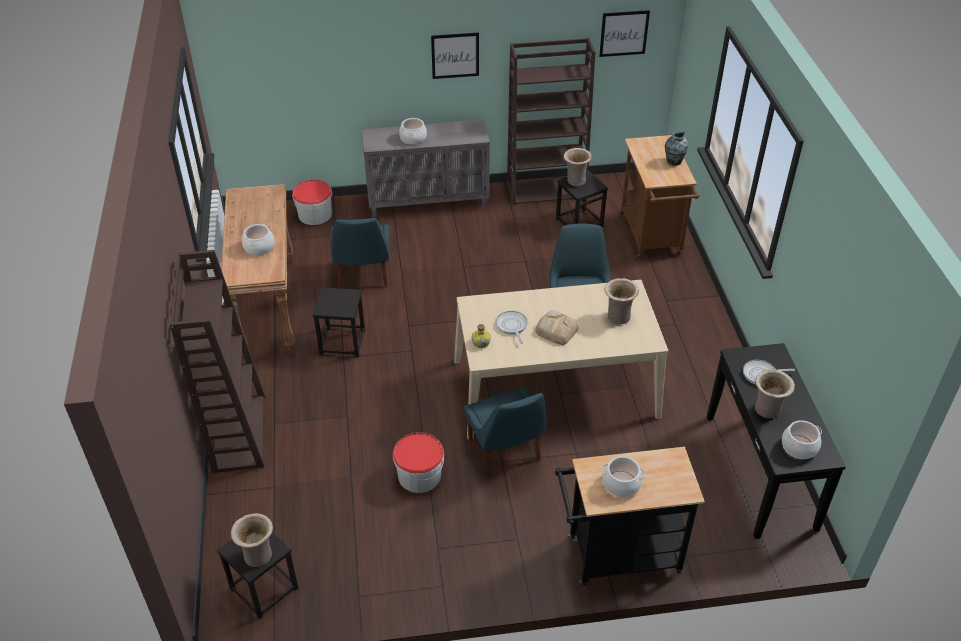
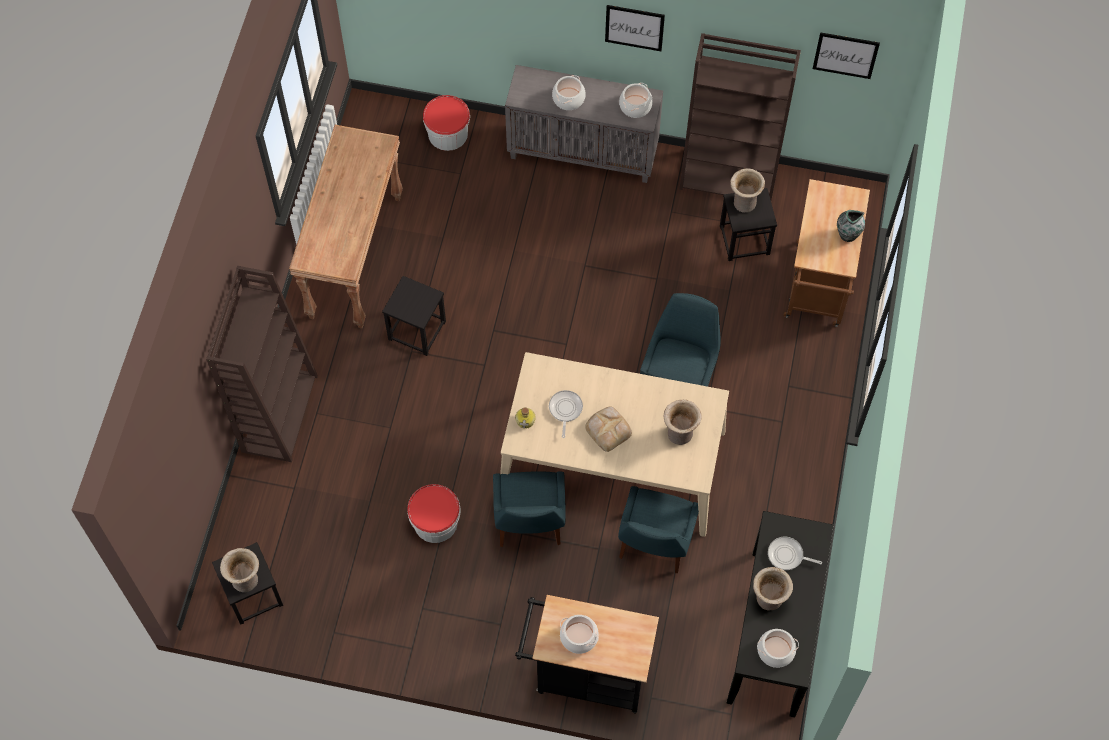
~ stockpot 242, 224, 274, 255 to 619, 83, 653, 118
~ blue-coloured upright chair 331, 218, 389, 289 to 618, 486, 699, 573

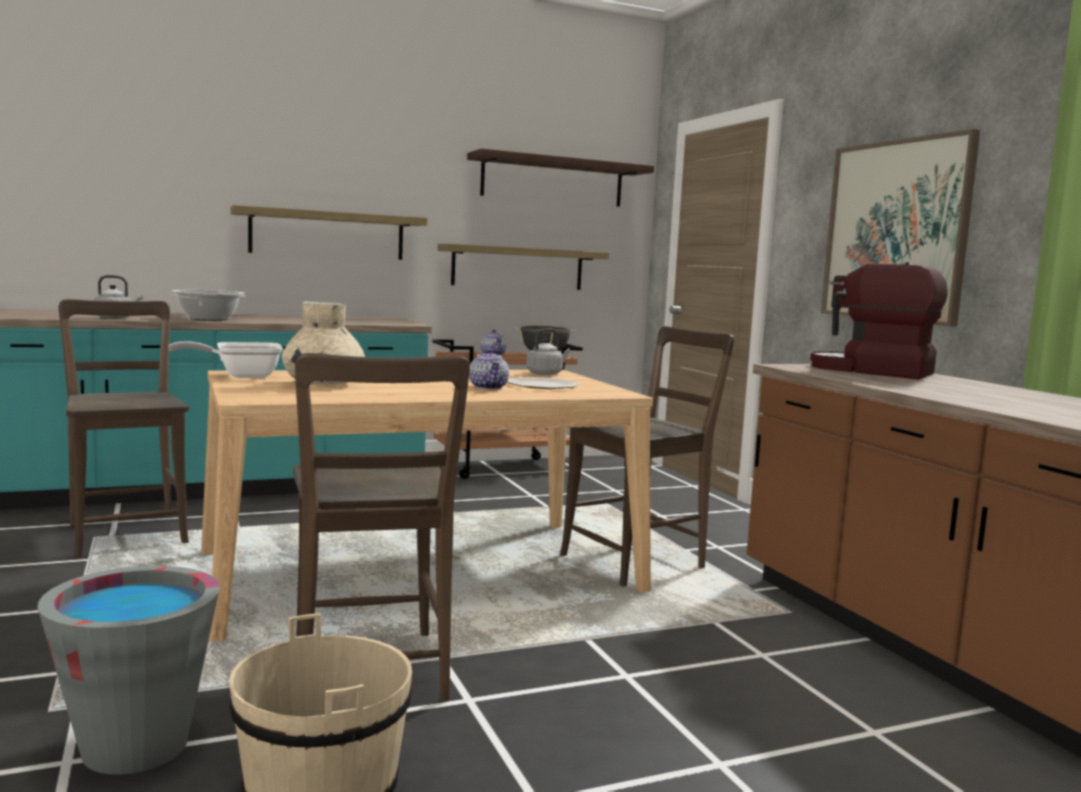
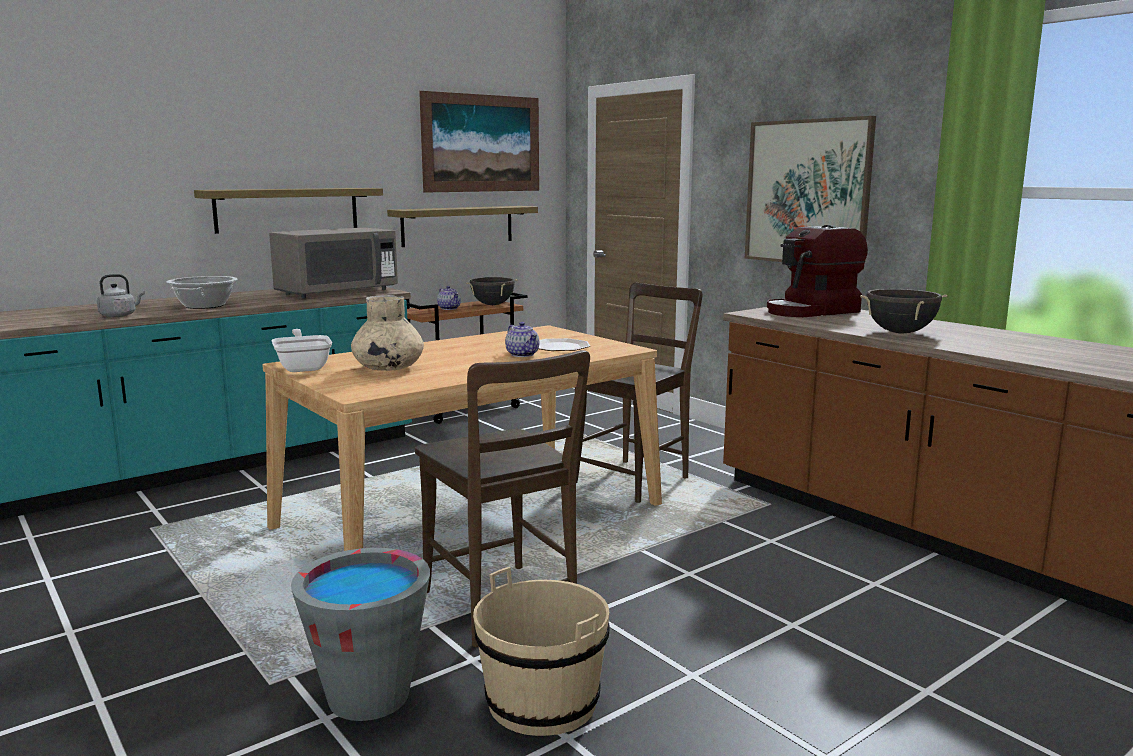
- brownish upright chair 59, 299, 189, 557
~ frying pan 168, 341, 283, 378 = 271, 329, 332, 372 105 degrees clockwise
~ shelf 467, 149, 654, 207 to picture 419, 91, 539, 193
- gray water kettle 526, 329, 570, 375
~ coffee maker 810, 262, 948, 379 = 767, 225, 868, 317 45 degrees counterclockwise
+ gray kitchen microwave 269, 228, 398, 298
+ black-coloured stockpot 860, 289, 947, 333

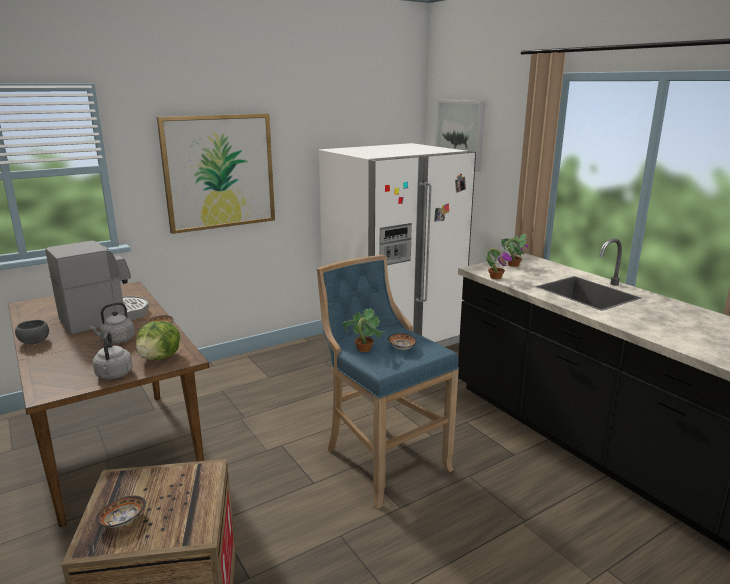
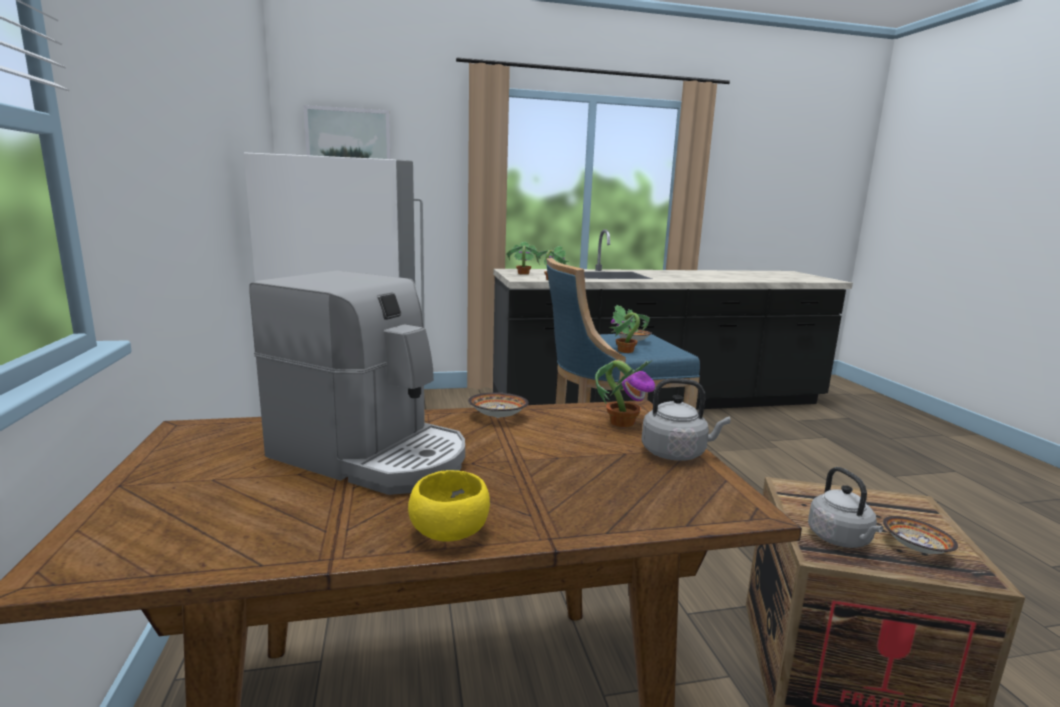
~ gray bowl 15, 320, 49, 344 to yellow bowl 408, 470, 490, 542
~ coffee maker 45, 240, 149, 334 = 249, 271, 465, 495 135 degrees clockwise
~ gray water kettle 88, 302, 135, 344 to 808, 467, 884, 548
~ lettuce head 136, 321, 180, 360 to houseplant 595, 360, 655, 427
- picture 157, 114, 275, 234

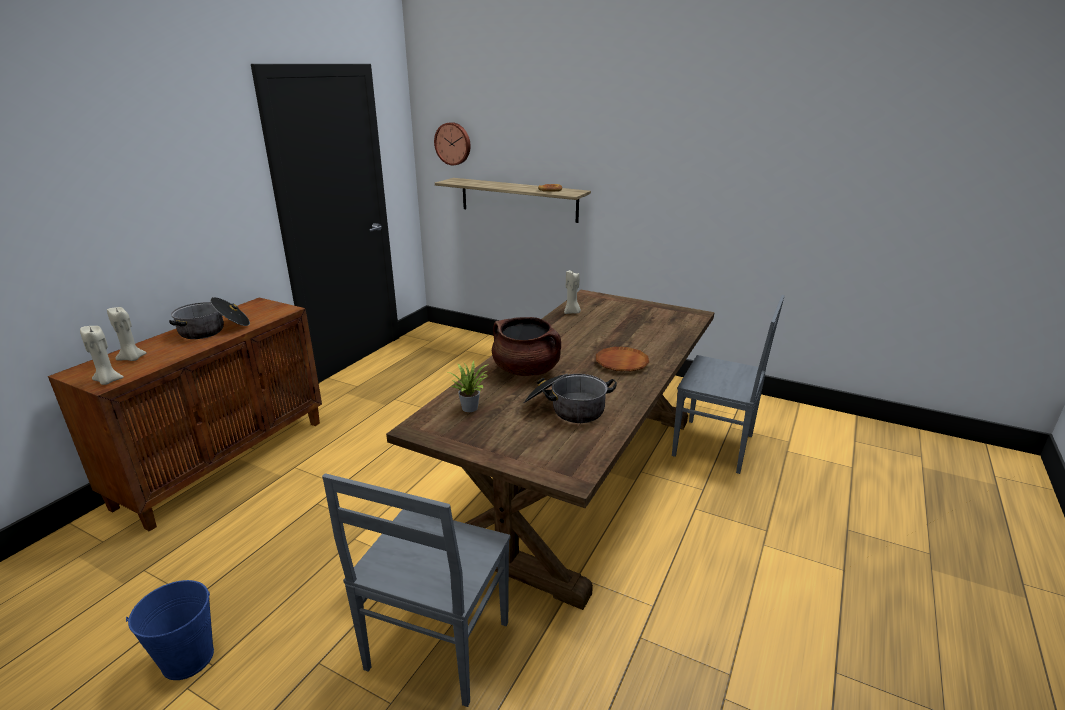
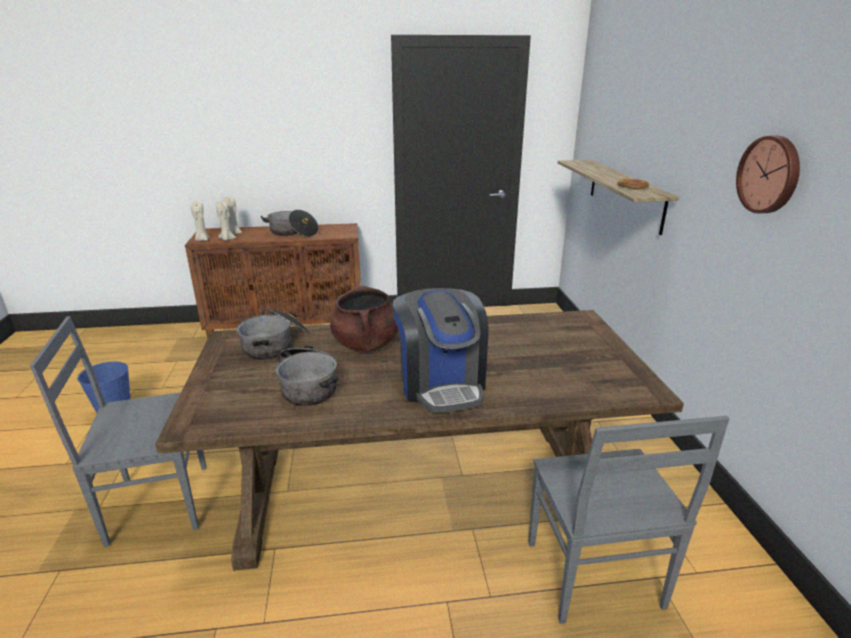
~ wall clock 434, 122, 471, 165 to 736, 136, 800, 213
~ houseplant 448, 360, 489, 412 to stockpot 236, 308, 310, 360
~ beige wax light 564, 270, 581, 314 to 216, 202, 236, 241
~ brownish plate 596, 347, 649, 372 to coffee maker 393, 288, 488, 413

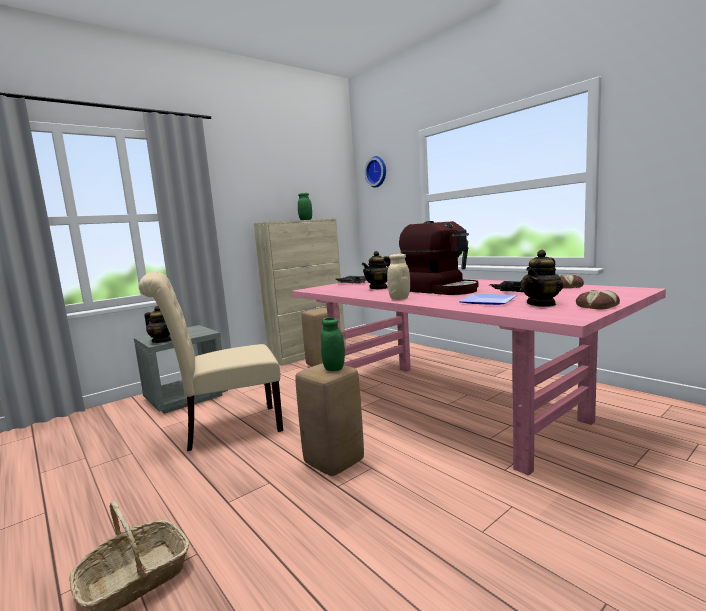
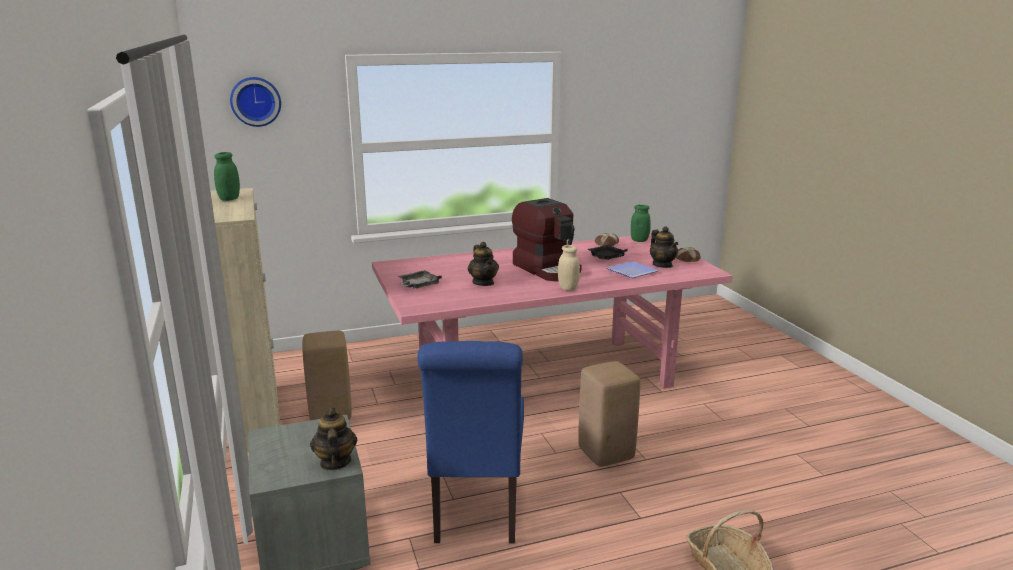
~ beige upright chair 139, 272, 283, 451 to blue-coloured upright chair 417, 341, 524, 543
~ teapot 144, 306, 171, 343 = 310, 408, 357, 470 60 degrees counterclockwise
~ green-coloured storage jar 321, 317, 345, 371 to 631, 205, 651, 242
~ coffee maker 399, 221, 478, 295 = 512, 198, 582, 281 75 degrees clockwise

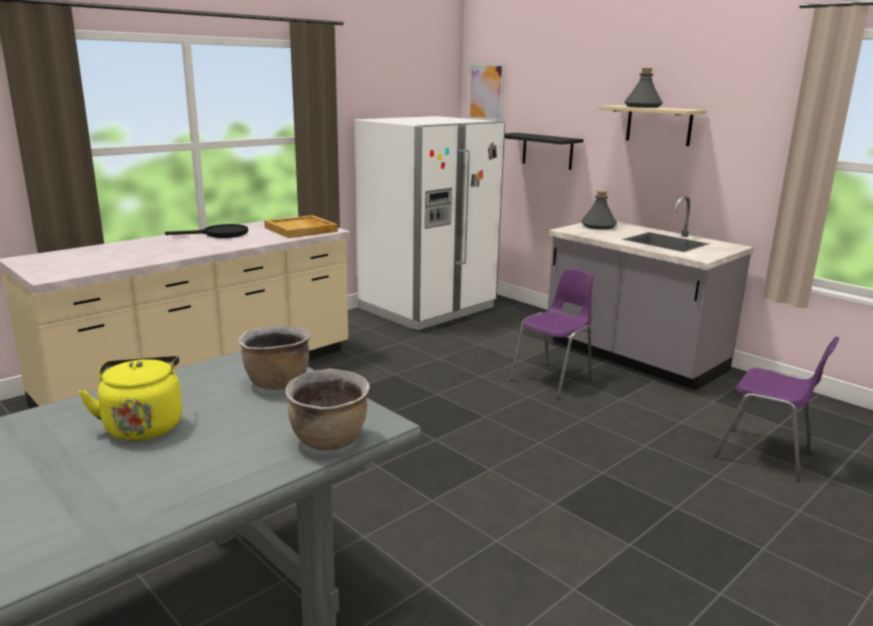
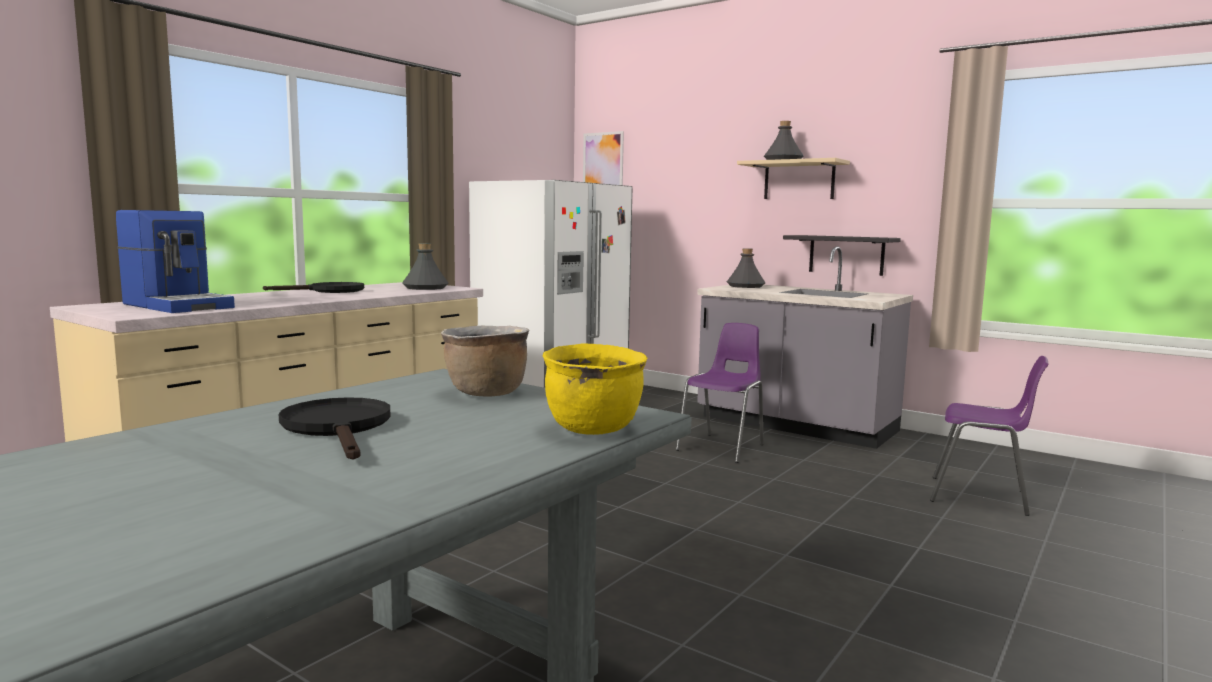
~ yellow water kettle 79, 356, 182, 441 to black-coloured frying pan 279, 397, 390, 460
~ beige serving tray 264, 215, 338, 238 to gray drink bottle 402, 243, 448, 290
~ brownish stockpot 285, 369, 370, 451 to yellow stockpot 543, 343, 647, 435
~ black-coloured shelf 505, 133, 584, 170 to 783, 235, 901, 276
+ coffee maker 116, 210, 235, 313

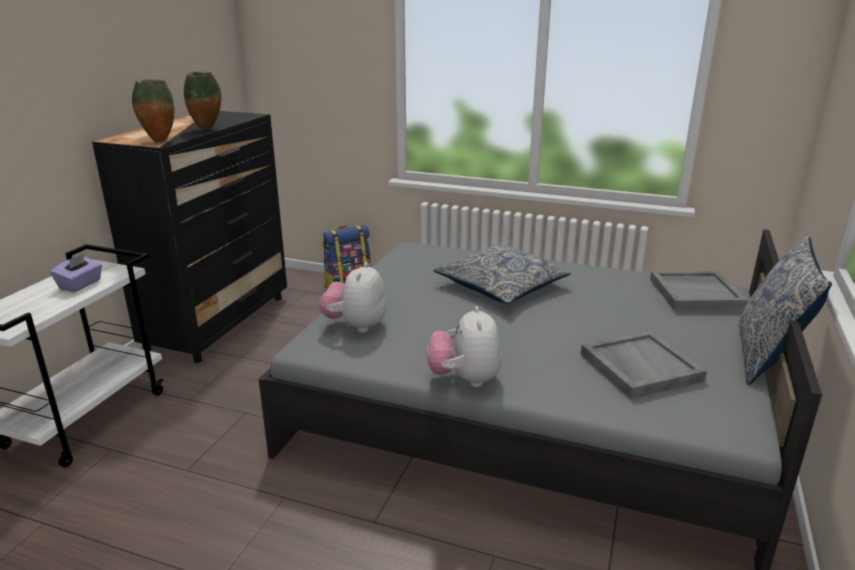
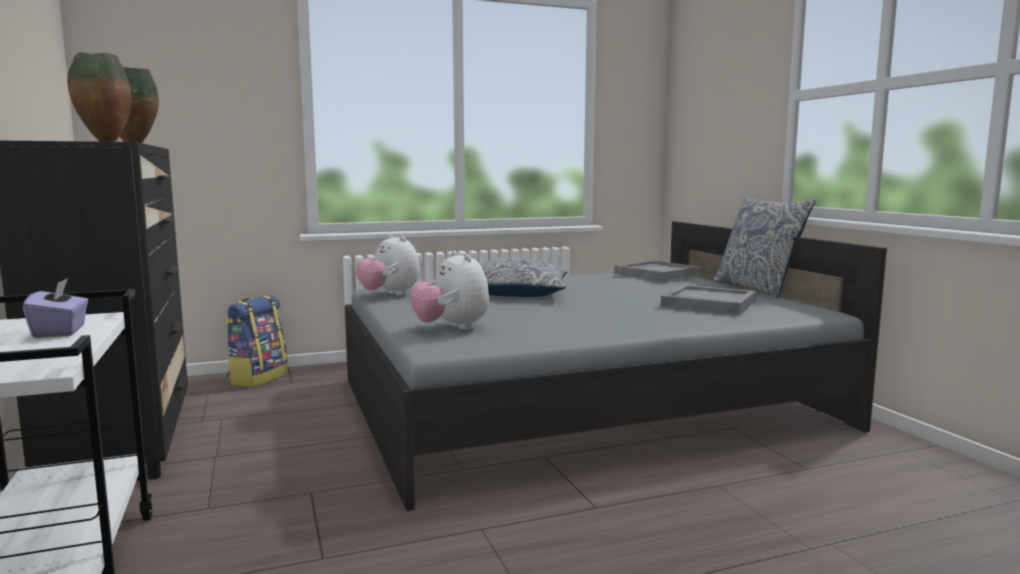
~ plush toy 427, 306, 502, 387 to 357, 234, 420, 296

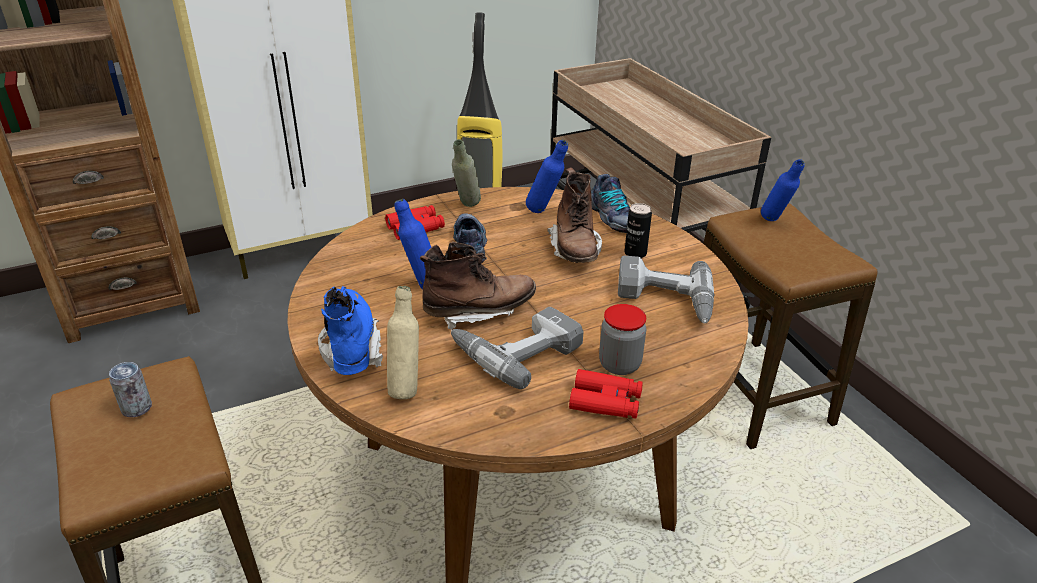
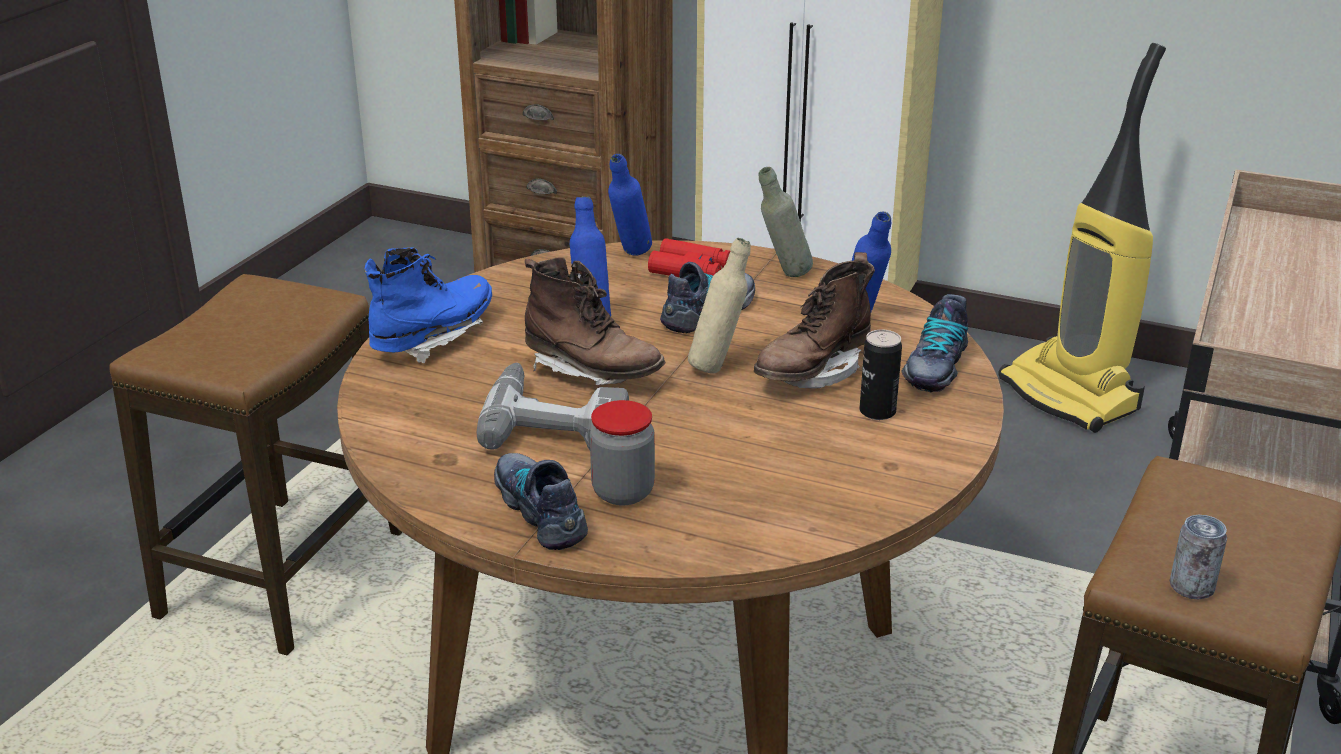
~ sealed can 109, 362, 152, 417 to 1170, 515, 1227, 599
~ beige drink bottle 387, 286, 419, 399 to 688, 238, 751, 373
~ reddish field glasses 569, 369, 643, 419 to shoe 494, 453, 588, 550
- power drill 618, 255, 714, 323
~ blue-coloured drink bottle 761, 159, 805, 221 to 608, 154, 652, 256

